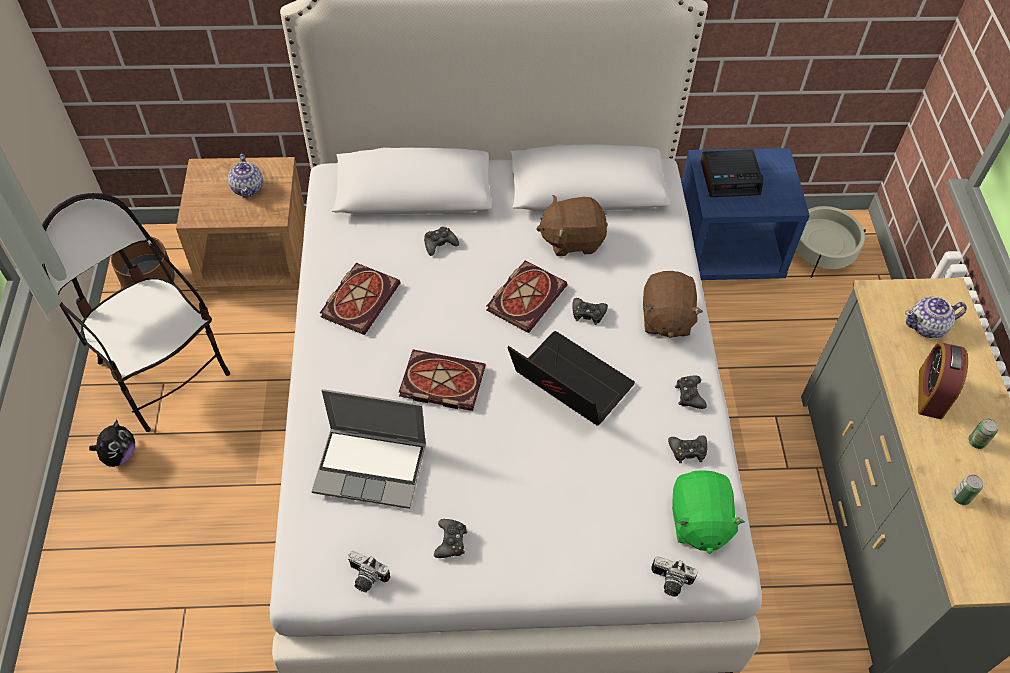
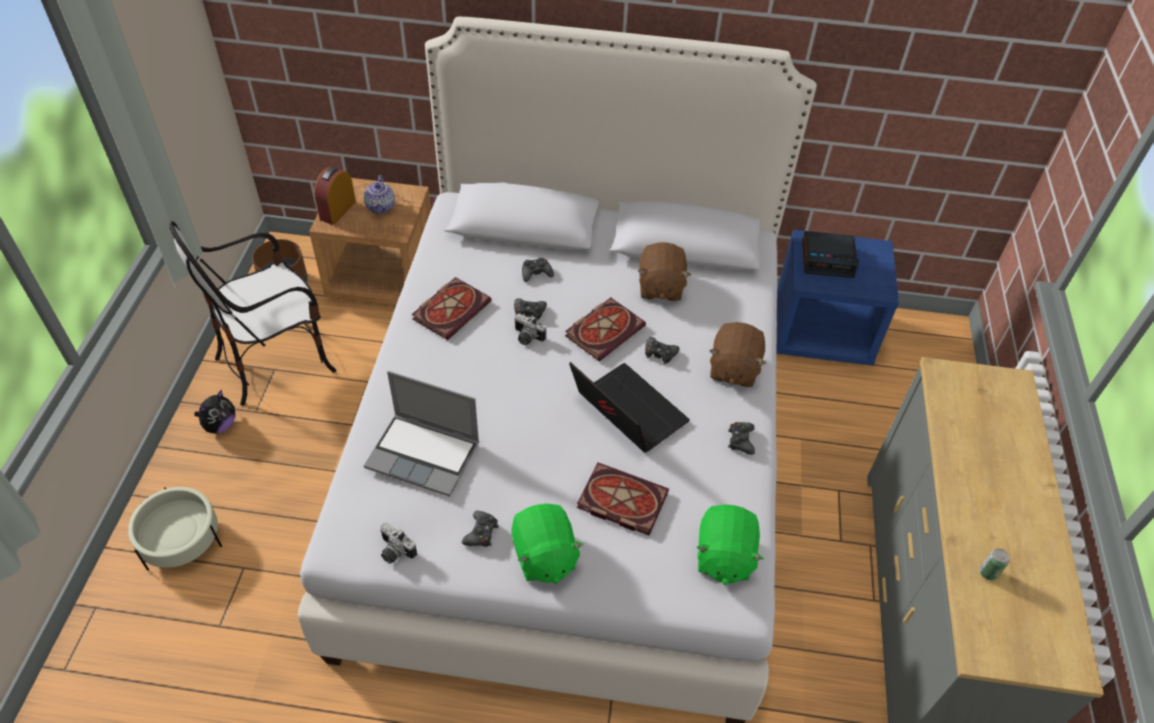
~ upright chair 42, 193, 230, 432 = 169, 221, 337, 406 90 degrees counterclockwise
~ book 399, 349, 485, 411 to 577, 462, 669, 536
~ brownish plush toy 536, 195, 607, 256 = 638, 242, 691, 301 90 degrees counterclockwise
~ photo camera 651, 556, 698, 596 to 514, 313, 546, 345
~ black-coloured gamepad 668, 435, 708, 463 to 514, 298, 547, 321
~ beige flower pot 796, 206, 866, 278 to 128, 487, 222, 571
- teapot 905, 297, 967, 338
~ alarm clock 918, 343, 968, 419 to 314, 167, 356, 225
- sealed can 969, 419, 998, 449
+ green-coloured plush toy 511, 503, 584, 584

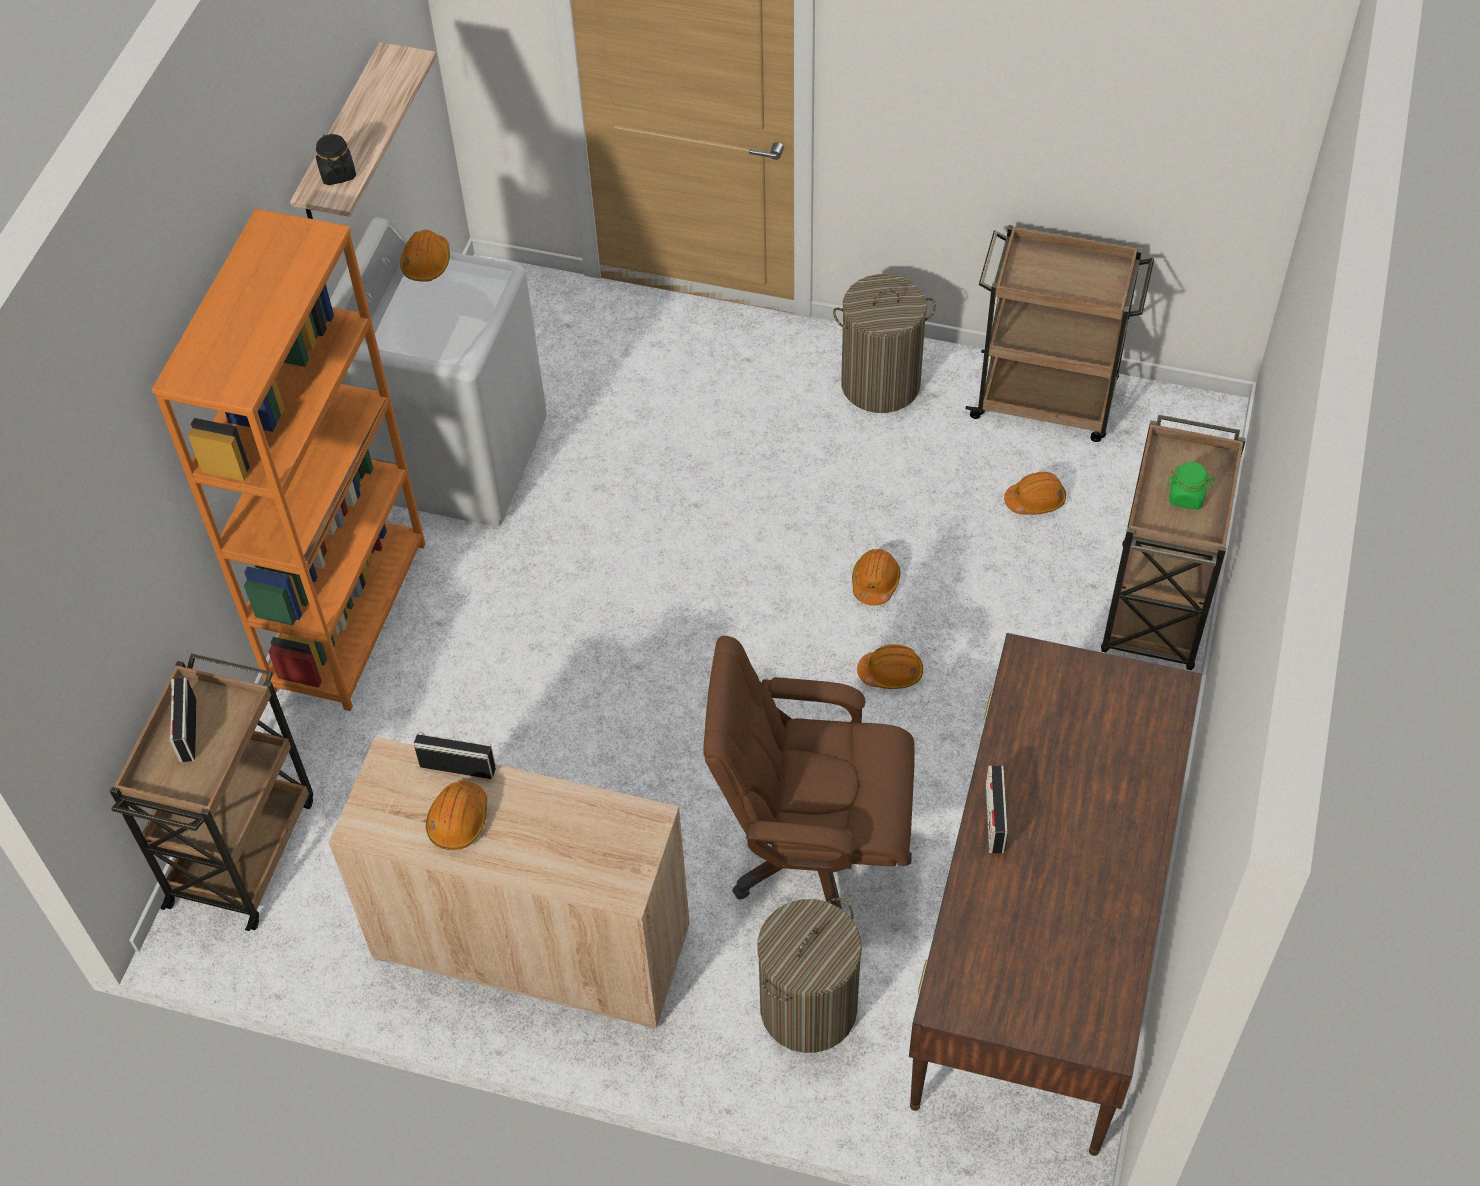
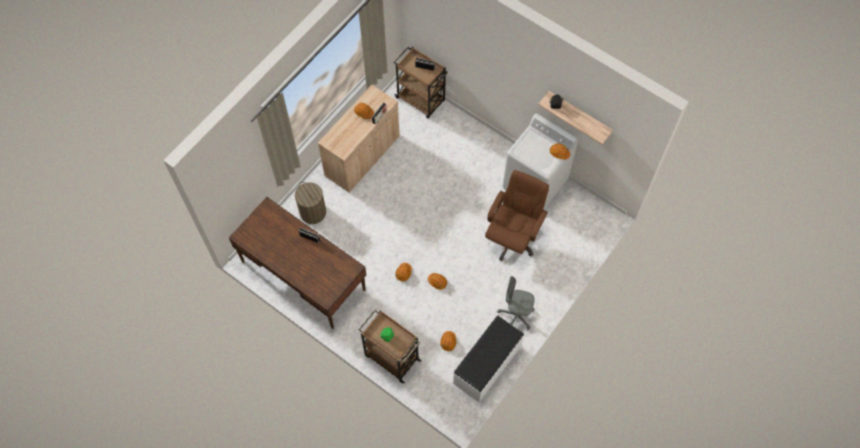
- orangey bookcase 152, 208, 426, 711
~ brownish computer chair 703, 636, 915, 909 to 485, 170, 549, 261
~ hamper 833, 274, 936, 413 to gray computer chair 497, 276, 535, 331
~ brownish cart 966, 225, 1154, 442 to white-coloured long seat 453, 315, 524, 402

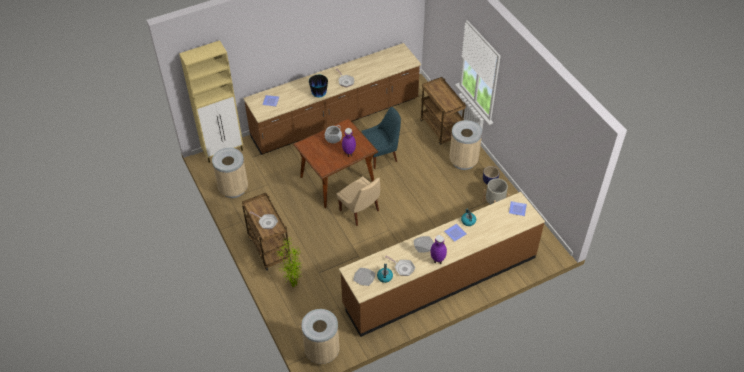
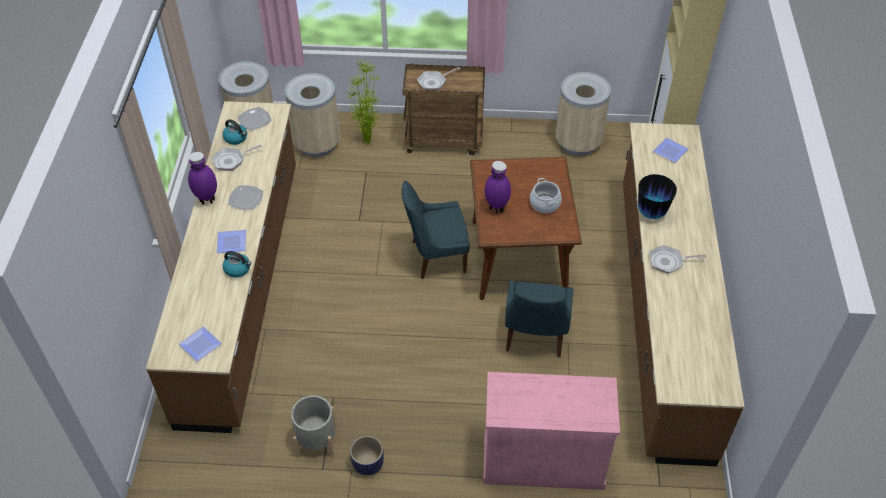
~ beige upright chair 337, 176, 380, 226 to blue-coloured upright chair 401, 180, 470, 279
~ brownish cart 420, 77, 466, 145 to pink cabinet 483, 372, 620, 490
~ beige rubbish bin 449, 120, 482, 170 to 285, 73, 340, 157

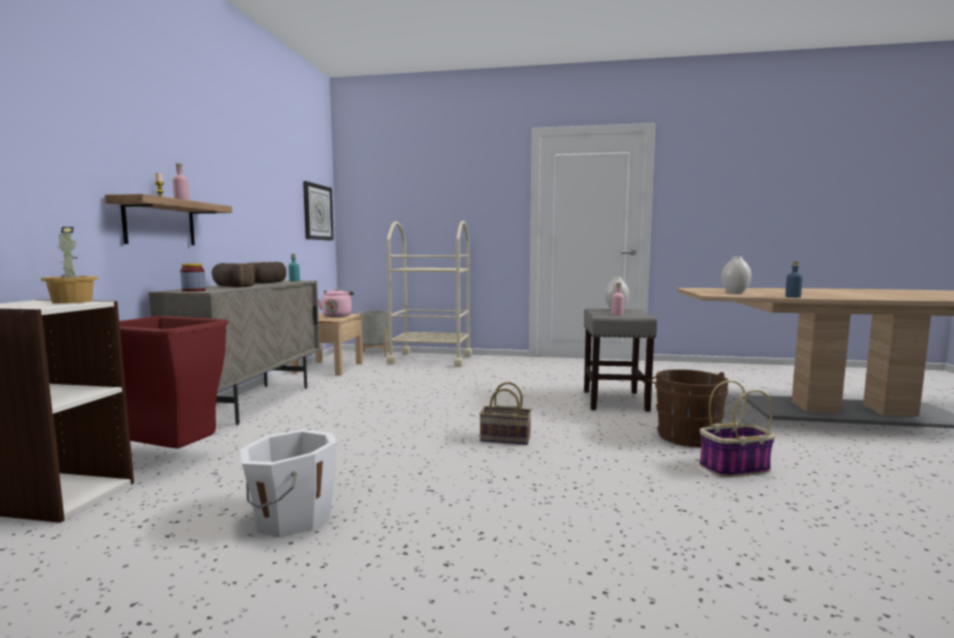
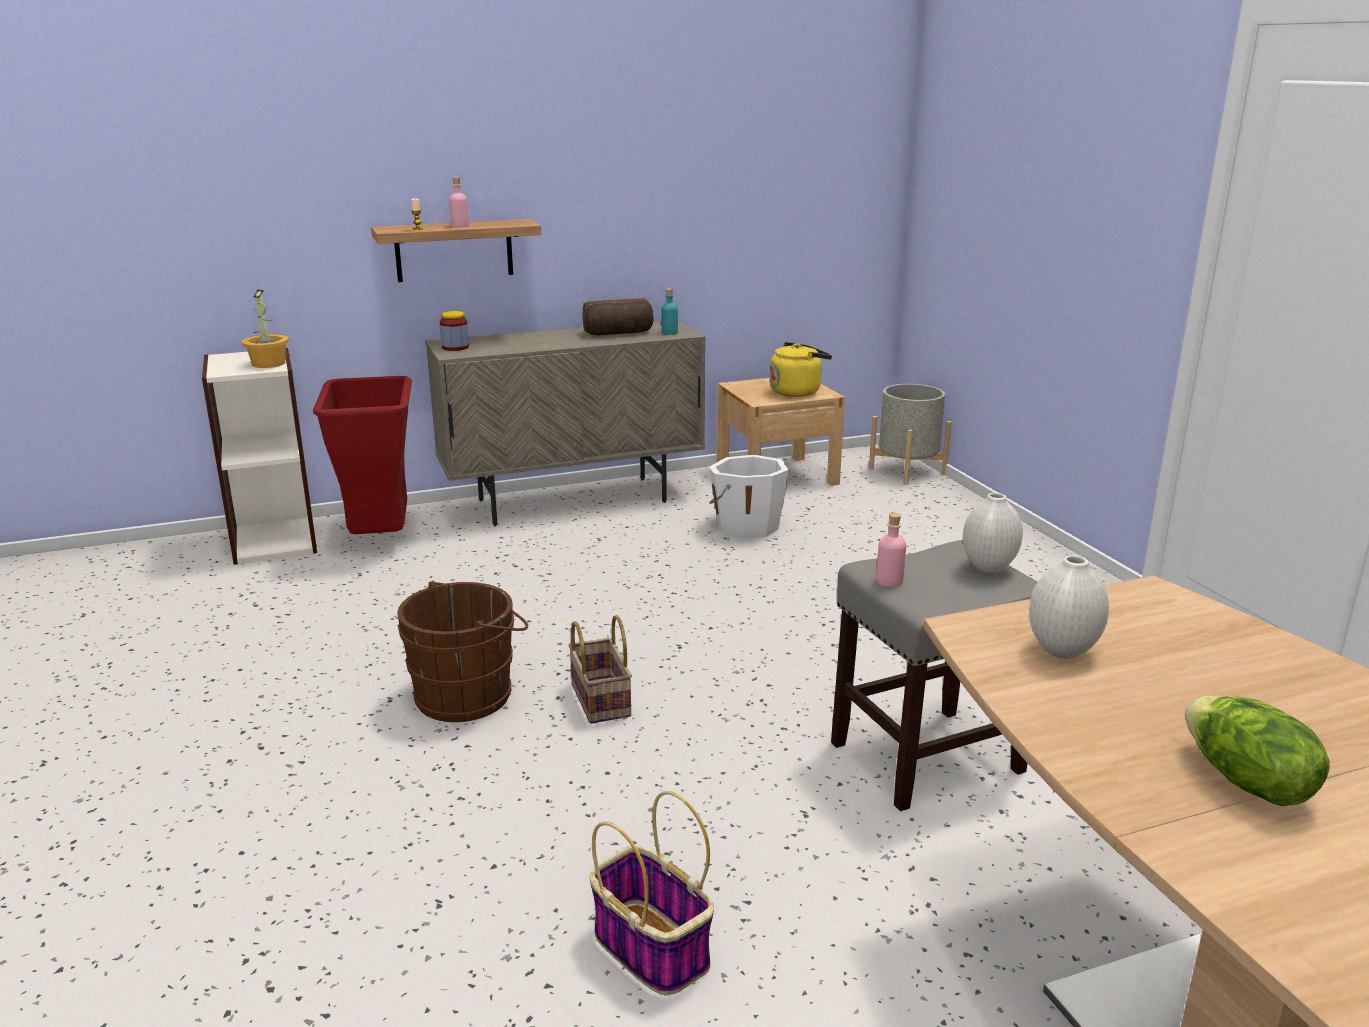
- baked bread 212, 263, 254, 287
~ white-coloured pail 240, 429, 337, 538 to 709, 455, 789, 538
- wall clock 303, 181, 334, 241
~ pink water kettle 318, 288, 354, 317 to yellow water kettle 770, 342, 832, 397
- beige cart 387, 221, 472, 367
~ brownish pail 648, 369, 728, 447 to 397, 581, 528, 722
- blue-coloured drink bottle 785, 261, 803, 298
+ lettuce head 1185, 696, 1330, 806

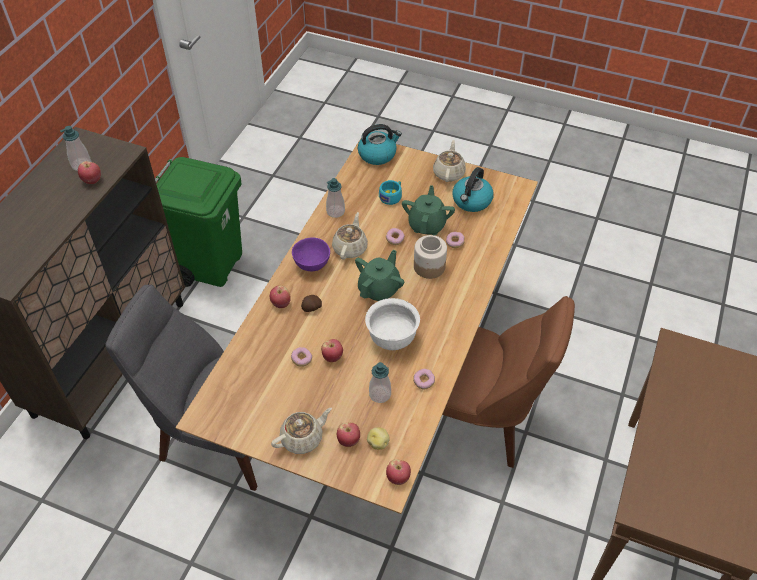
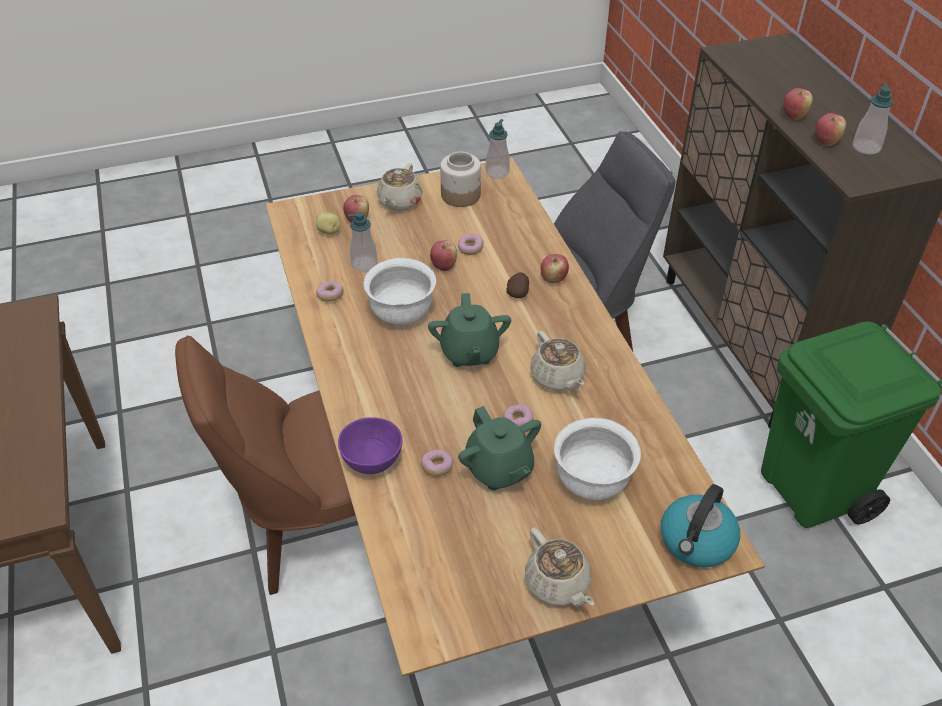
~ purple bowl 292, 238, 330, 271 to 338, 417, 403, 474
~ soap dispenser 326, 178, 345, 218 to 486, 119, 510, 179
~ turquoise cup 379, 180, 402, 205 to white-coloured bowl 554, 418, 641, 500
~ whole apple 386, 459, 411, 485 to 783, 88, 813, 120
~ storage jar 414, 235, 447, 279 to 440, 152, 481, 207
- water kettle 452, 167, 494, 212

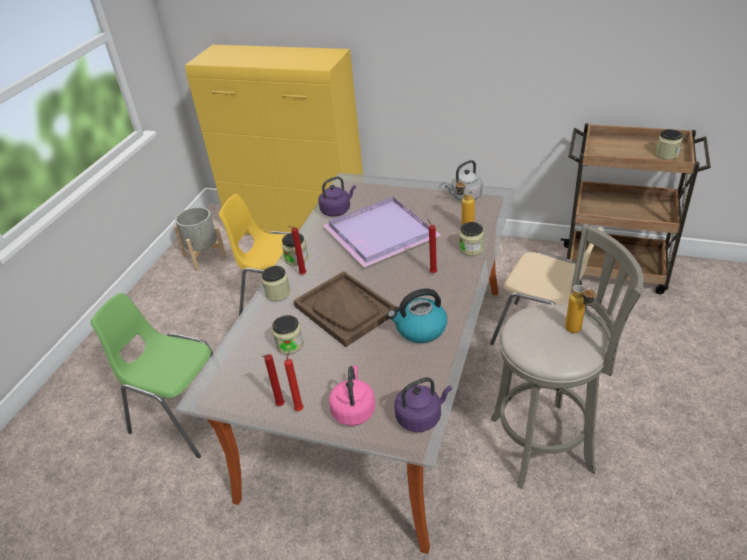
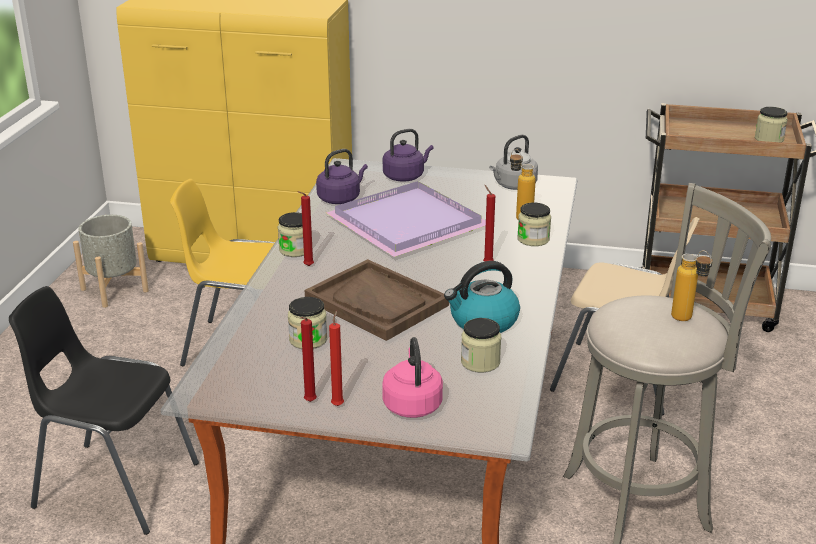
~ green-coloured upright chair 90, 293, 213, 458 to black-coloured upright chair 9, 286, 199, 535
~ storage jar 262, 266, 290, 301 to 461, 318, 501, 372
~ purple water kettle 395, 377, 452, 432 to 383, 129, 433, 182

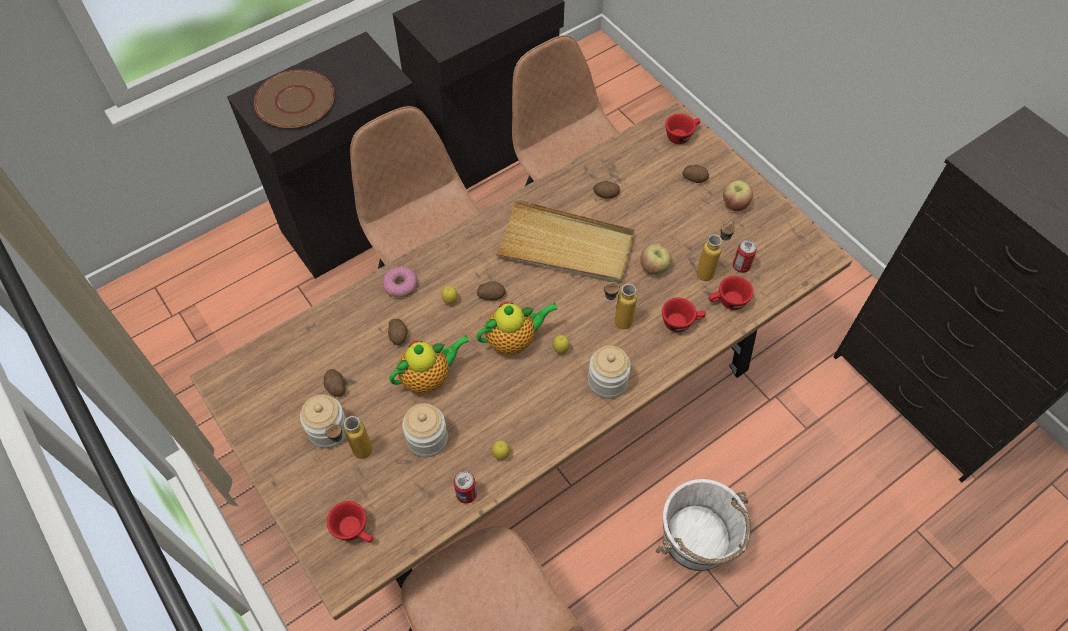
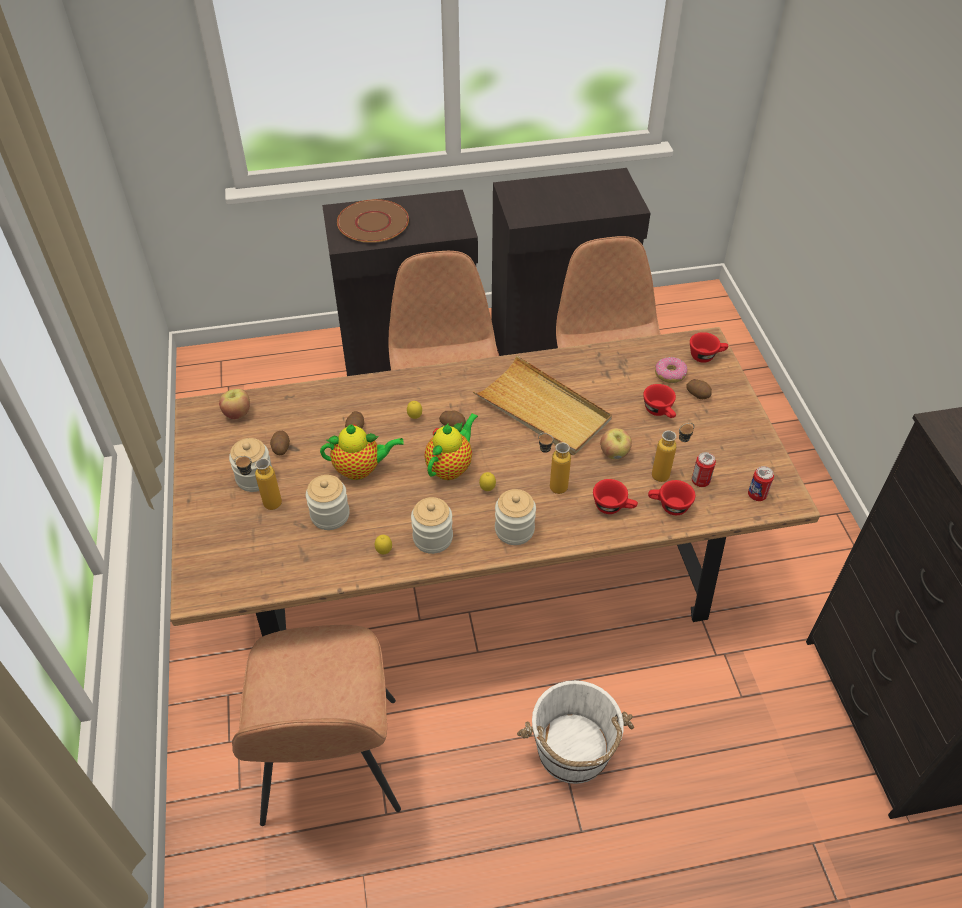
~ reddish cup 327, 501, 373, 543 to 643, 384, 676, 418
~ ring doughnut 382, 266, 417, 298 to 655, 357, 688, 383
~ sealed can 454, 471, 477, 504 to 748, 466, 774, 501
~ teapot 477, 302, 558, 355 = 424, 413, 478, 480 60 degrees counterclockwise
- potato 593, 181, 620, 198
~ whole apple 723, 180, 753, 211 to 219, 389, 250, 419
+ storage jar 411, 497, 453, 554

